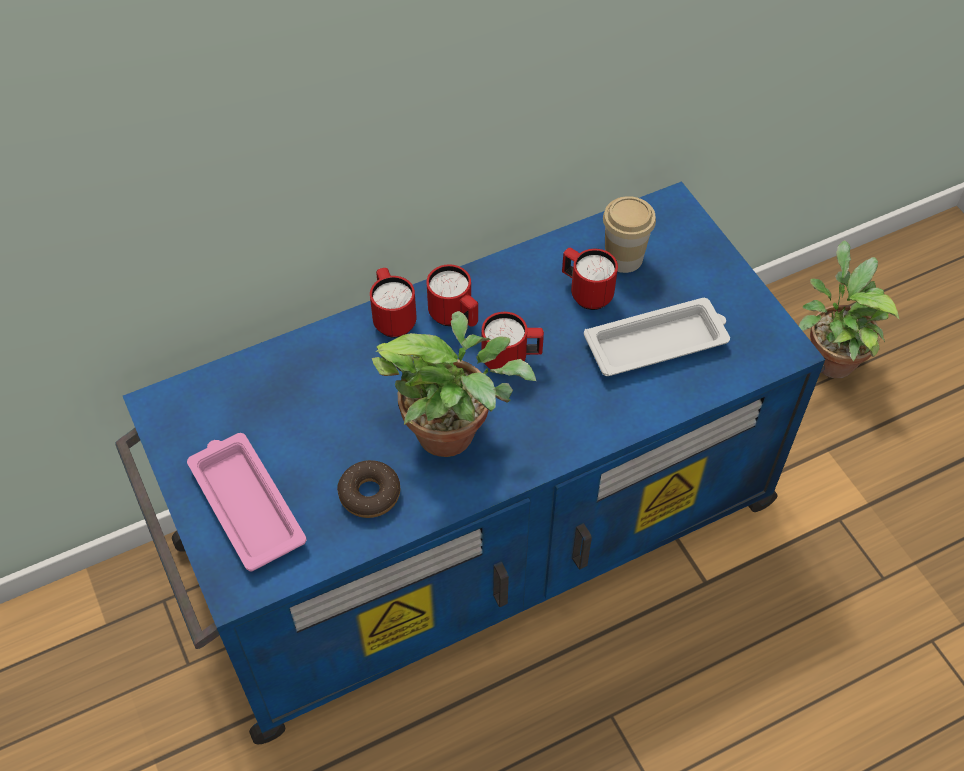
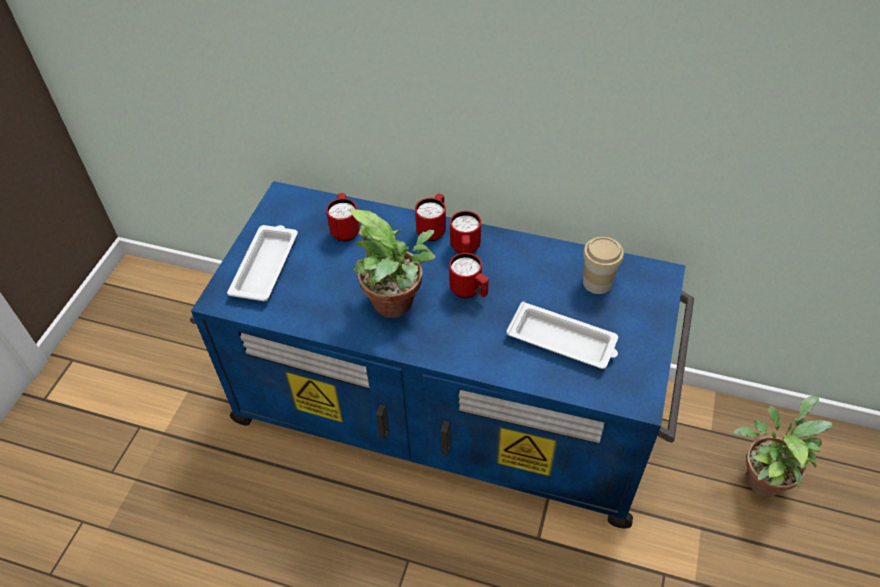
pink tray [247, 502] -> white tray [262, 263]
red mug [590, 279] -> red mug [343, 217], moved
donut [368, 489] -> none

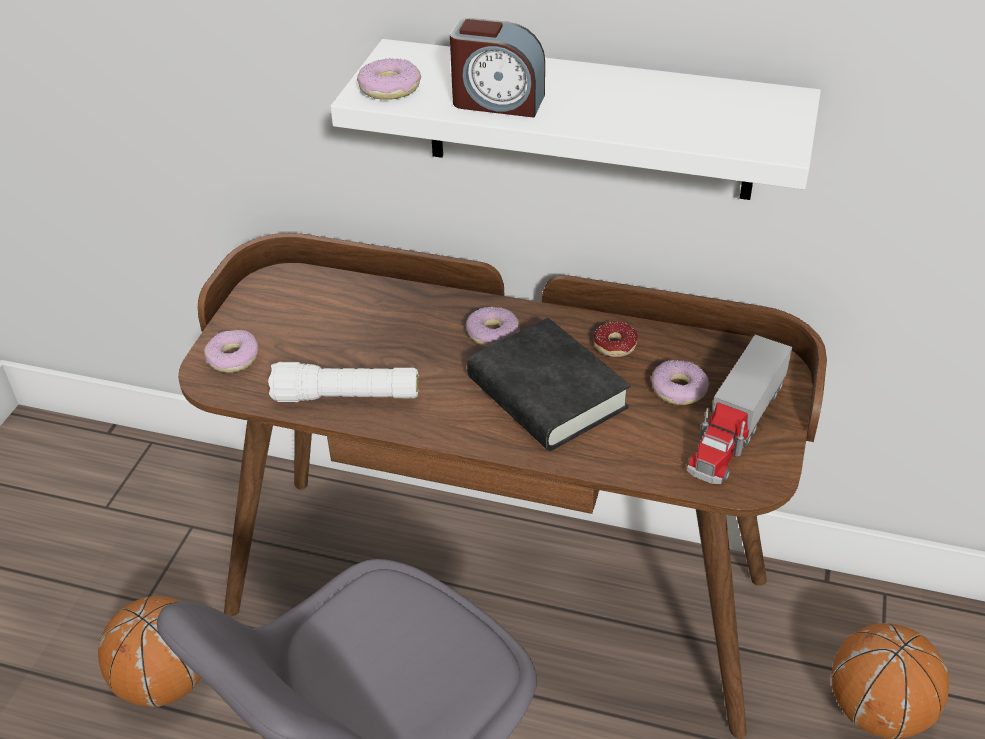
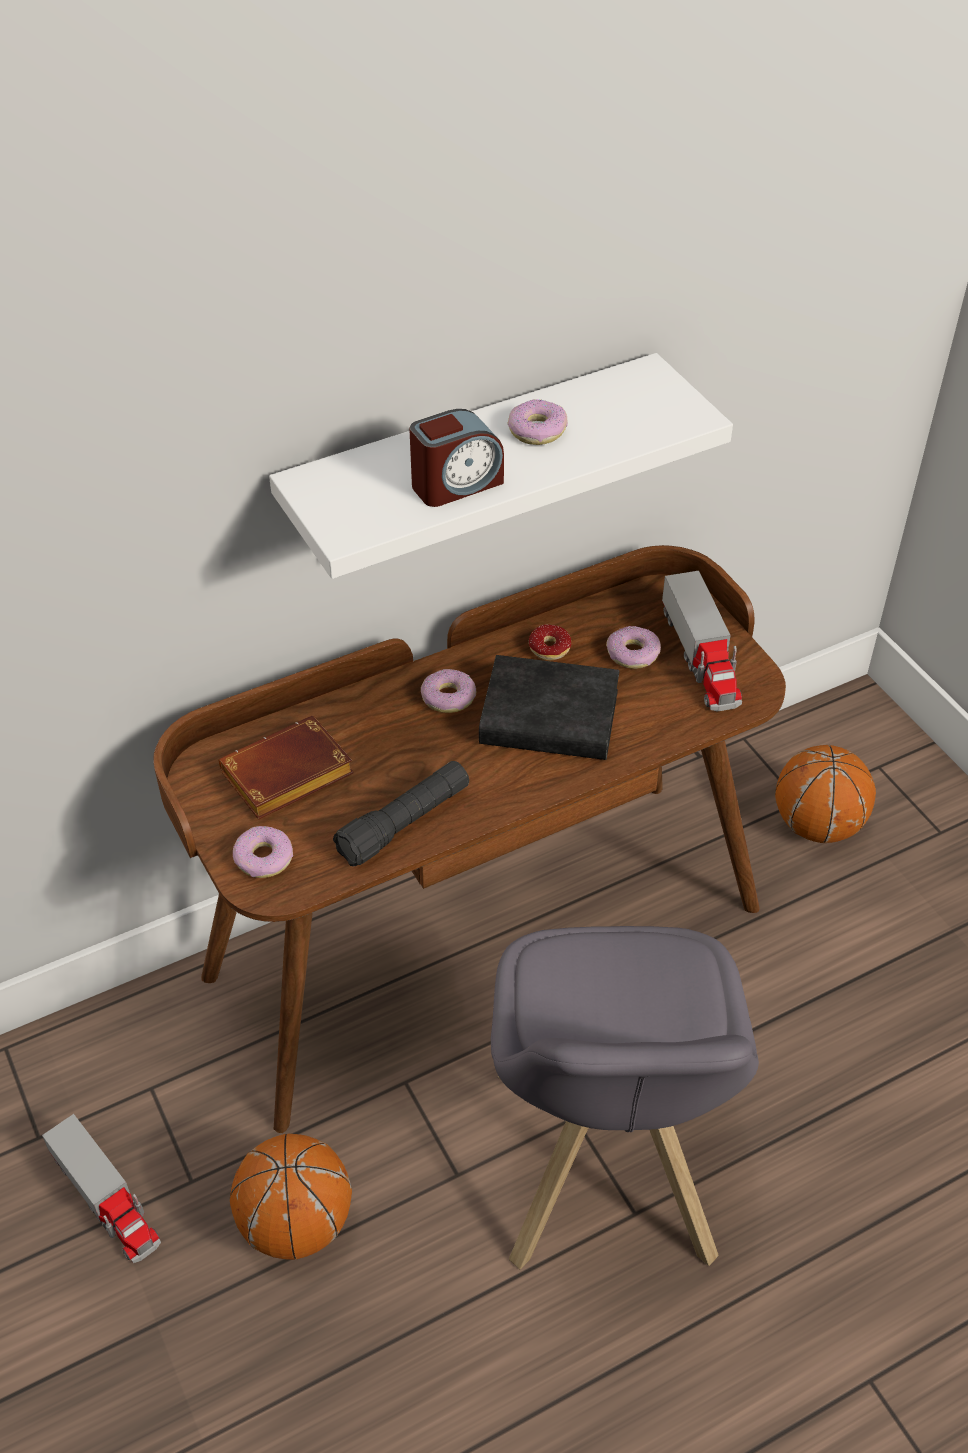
none -> toy truck [101, 1188]
none -> brown book [286, 768]
white flashlight [343, 382] -> black flashlight [401, 813]
donut [389, 79] -> donut [538, 422], moved

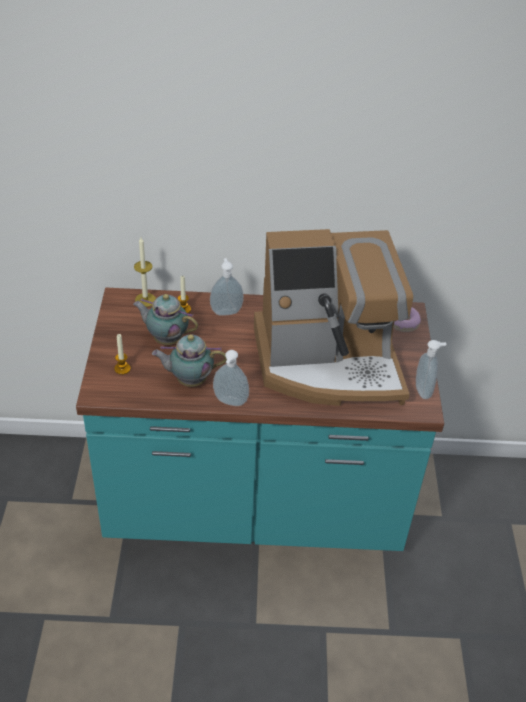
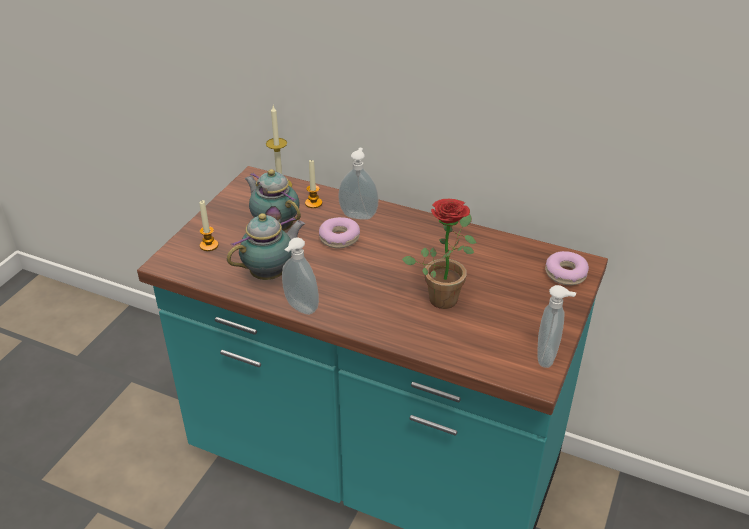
teapot [189, 361] -> teapot [266, 246], 120 degrees clockwise
none -> donut [339, 233]
coffee machine [333, 317] -> potted plant [439, 254]

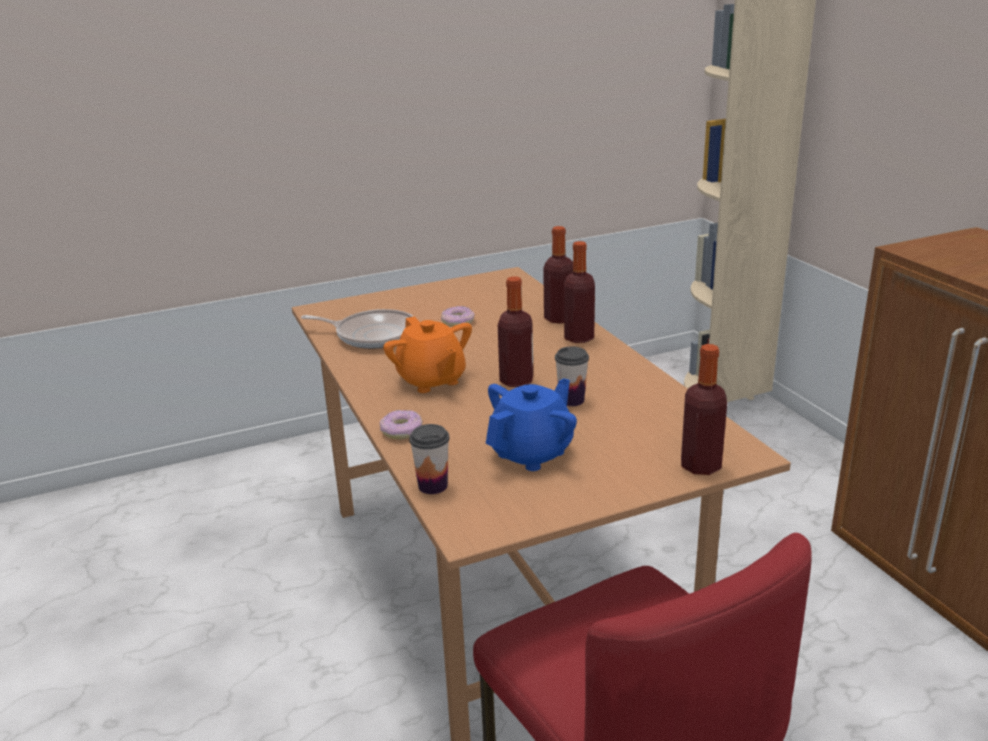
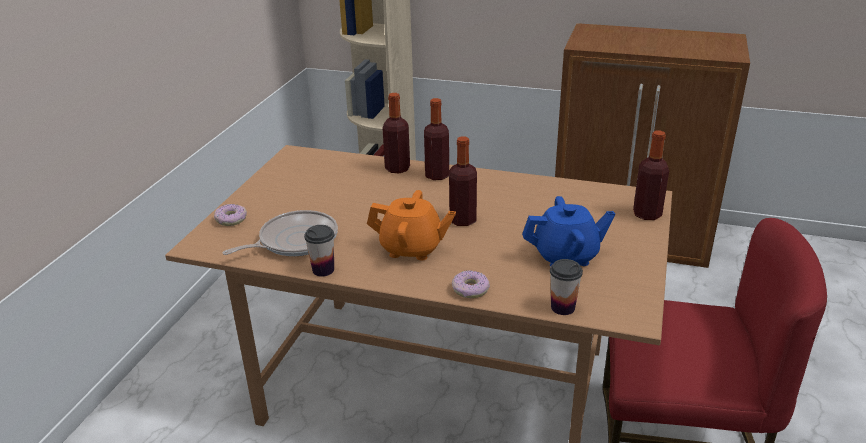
donut [458, 316] -> donut [230, 215], moved
cup [572, 376] -> cup [319, 251], moved
blue teapot [531, 424] -> blue teapot [568, 231], 90 degrees clockwise

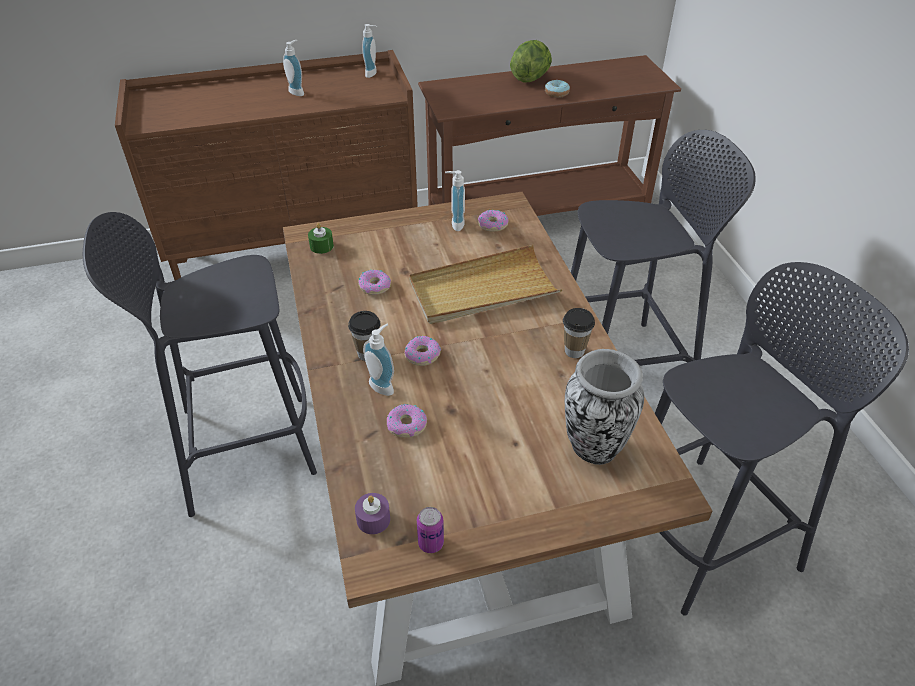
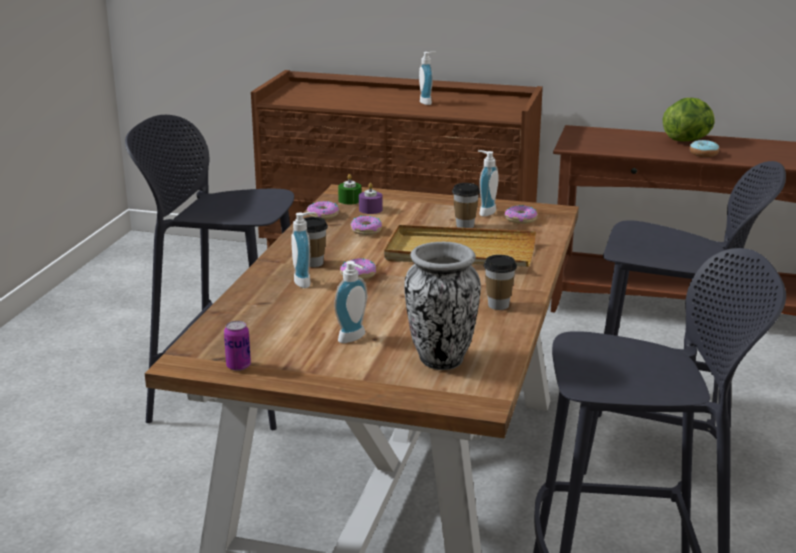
donut [407, 420] -> donut [322, 210], moved
soap dispenser [369, 51] -> soap dispenser [350, 302], moved
purple candle [372, 513] -> purple candle [371, 198], moved
none -> cup [466, 205]

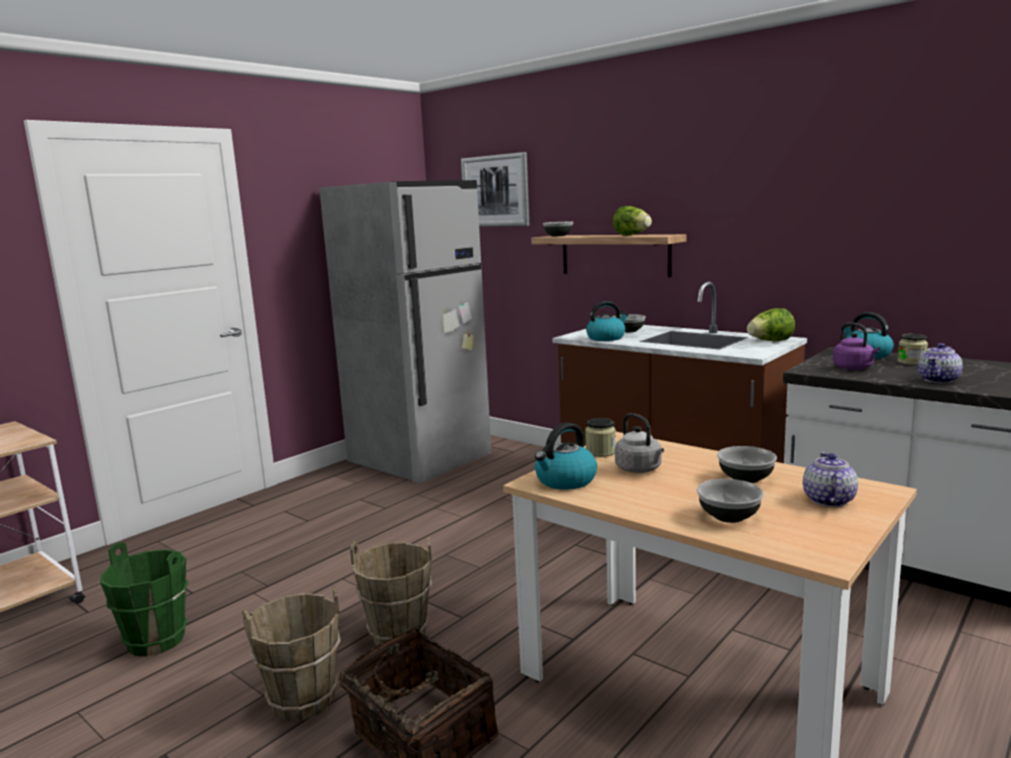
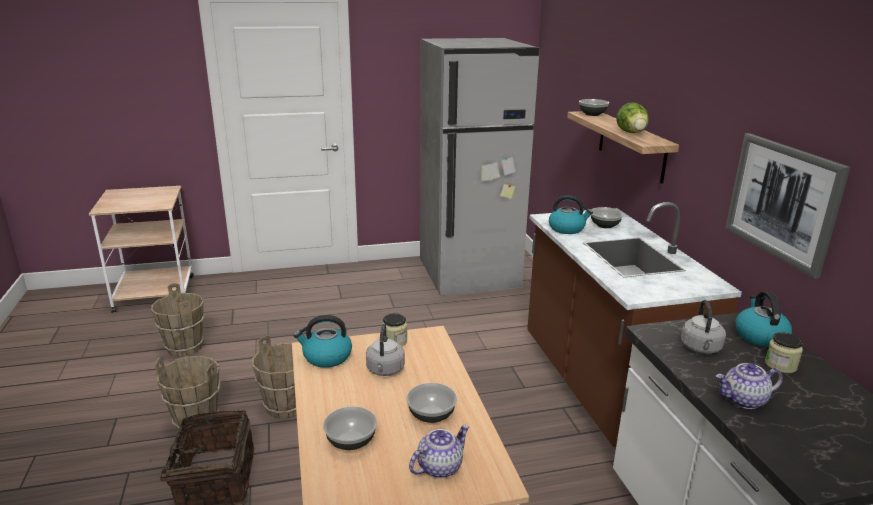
green bucket [144, 599] -> brown bucket [178, 320]
purple kettle [856, 346] -> grey kettle [703, 327]
picture [495, 189] -> picture [787, 206], moved
lettuce [771, 324] -> none

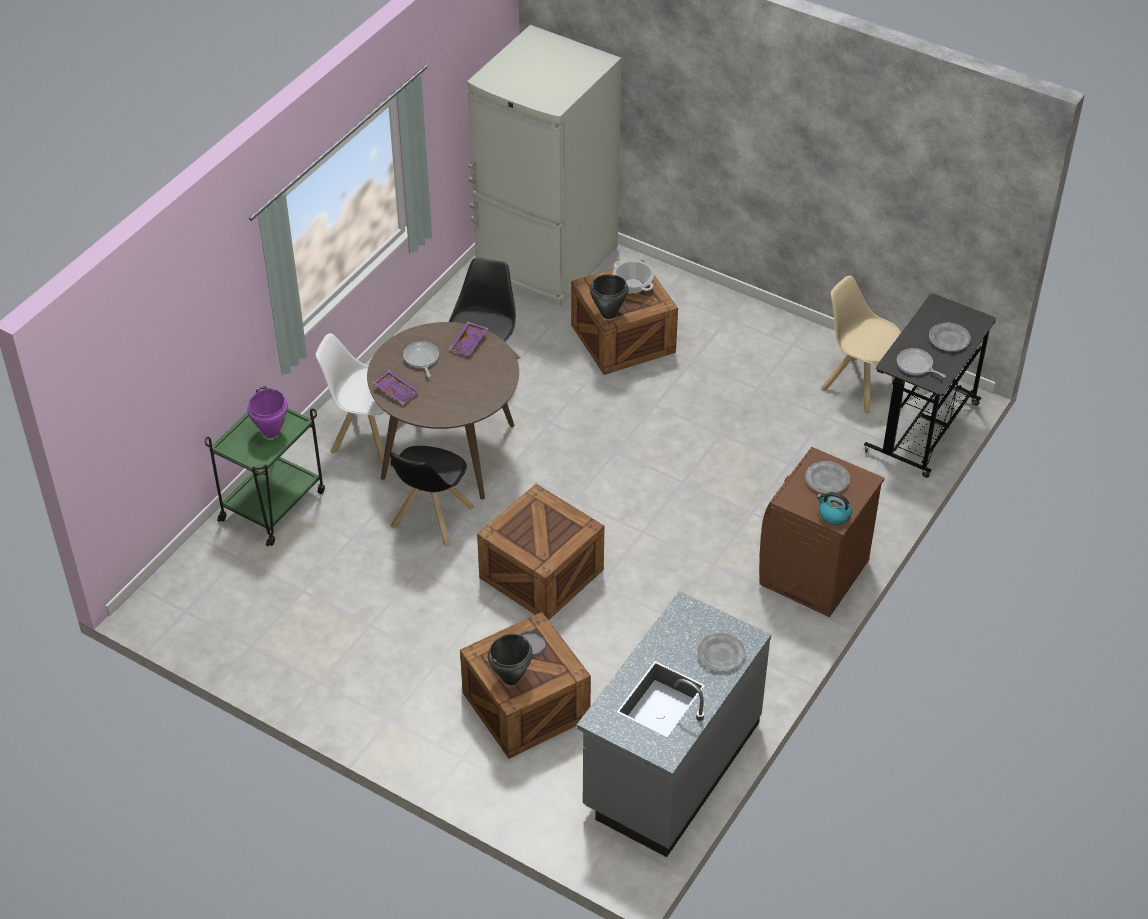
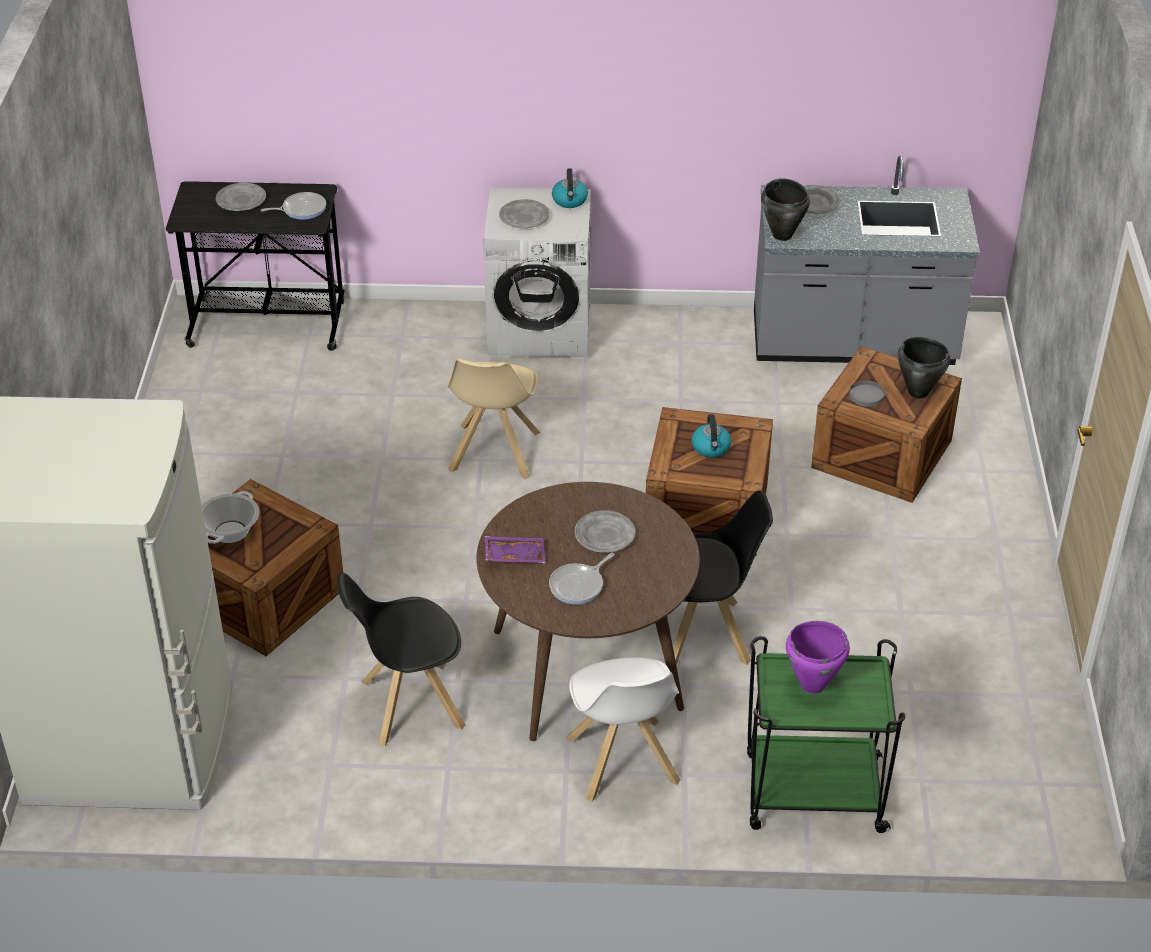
frying pan [921, 362] -> frying pan [293, 206], 120 degrees counterclockwise
beige chair [861, 344] -> beige chair [494, 418], moved
brown washing machine [821, 532] -> white washing machine [537, 272]
none -> grey plate [605, 531]
none -> kettle [711, 436]
black cooking pot [609, 296] -> black cooking pot [785, 209], moved
purple tray [396, 387] -> none

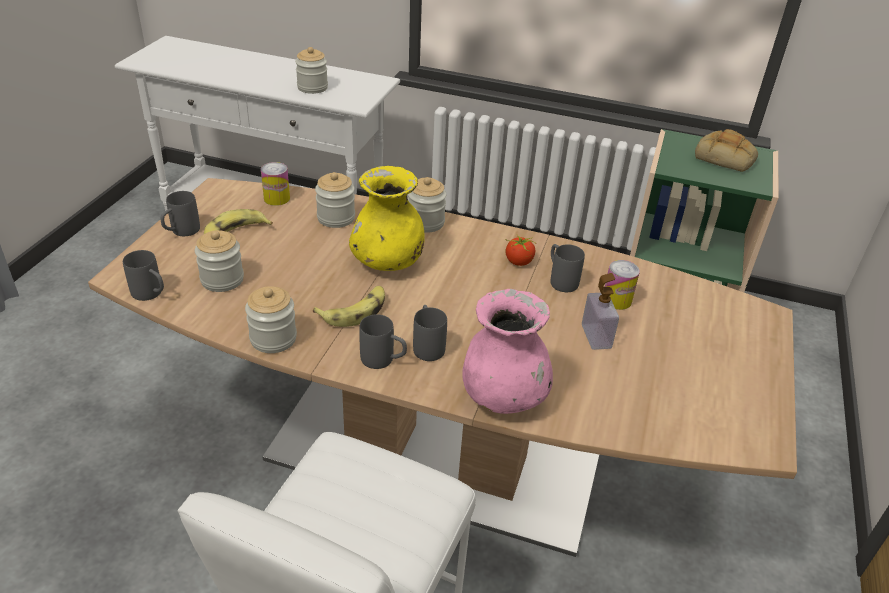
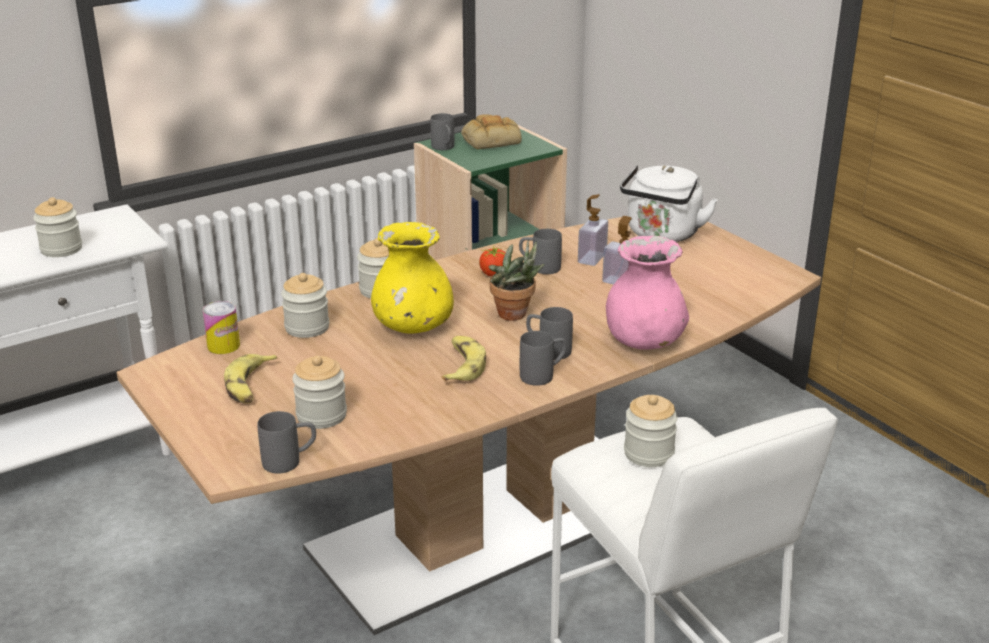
grey mug [180, 213] -> grey mug [442, 131], moved
none -> potted plant [517, 281]
can [622, 285] -> soap dispenser [593, 230]
none -> white kettle [669, 203]
jar [271, 319] -> jar [651, 431], moved

